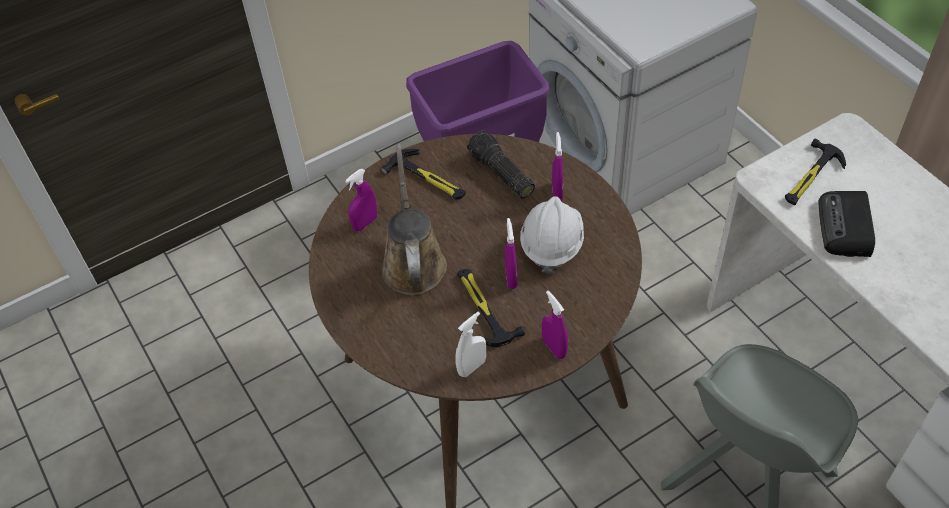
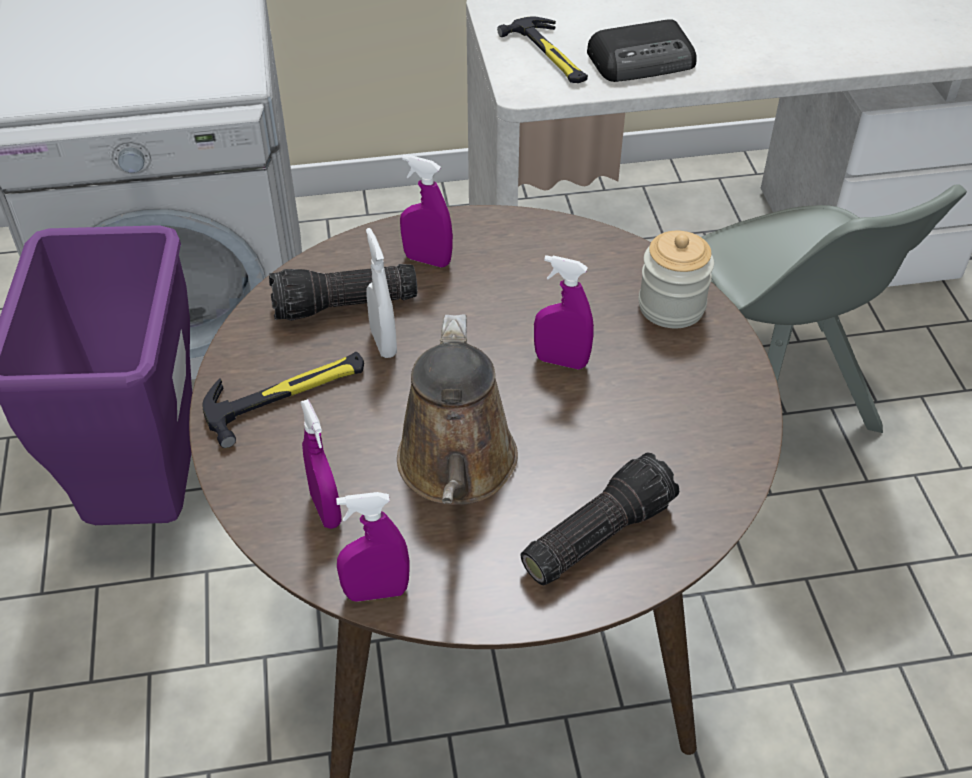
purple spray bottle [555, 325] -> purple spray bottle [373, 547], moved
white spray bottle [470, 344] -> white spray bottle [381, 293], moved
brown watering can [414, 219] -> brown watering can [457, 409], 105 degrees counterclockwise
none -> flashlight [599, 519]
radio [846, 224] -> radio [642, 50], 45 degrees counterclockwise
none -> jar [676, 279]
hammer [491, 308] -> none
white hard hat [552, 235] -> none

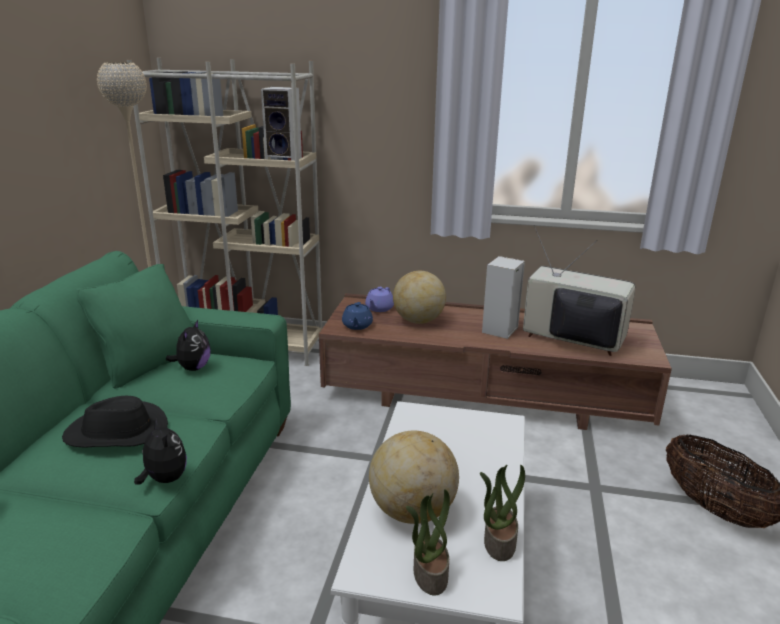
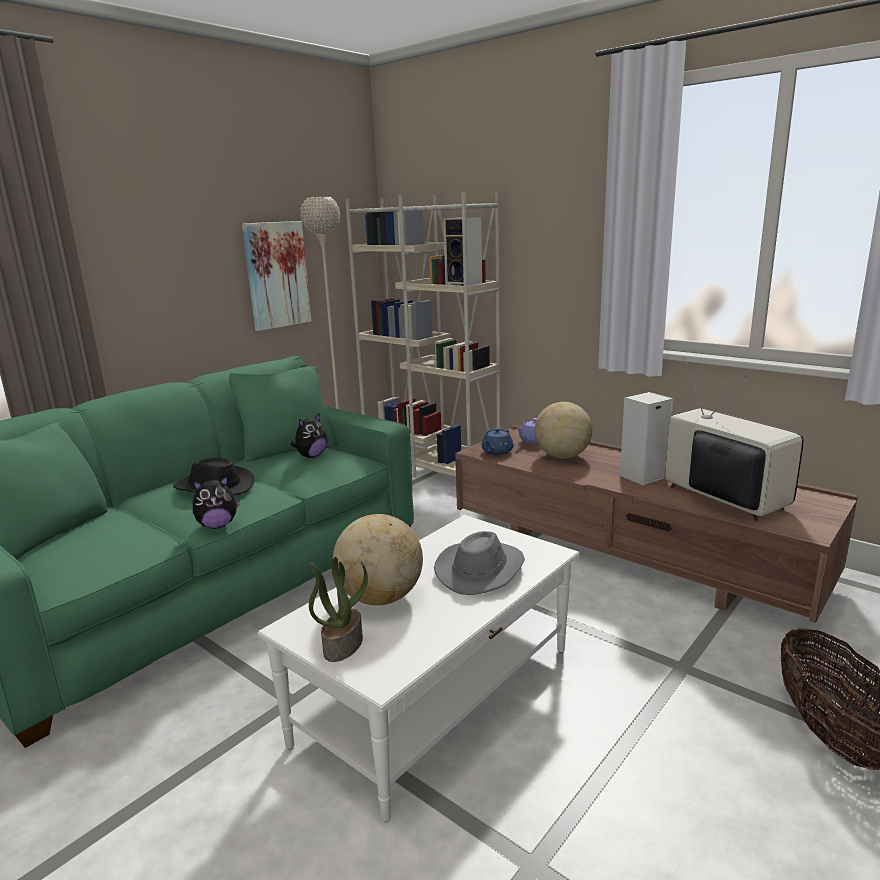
plush toy [160, 451] -> plush toy [216, 502], 75 degrees clockwise
none -> picture [276, 276]
none -> grey hat [479, 563]
potted plant [502, 513] -> none

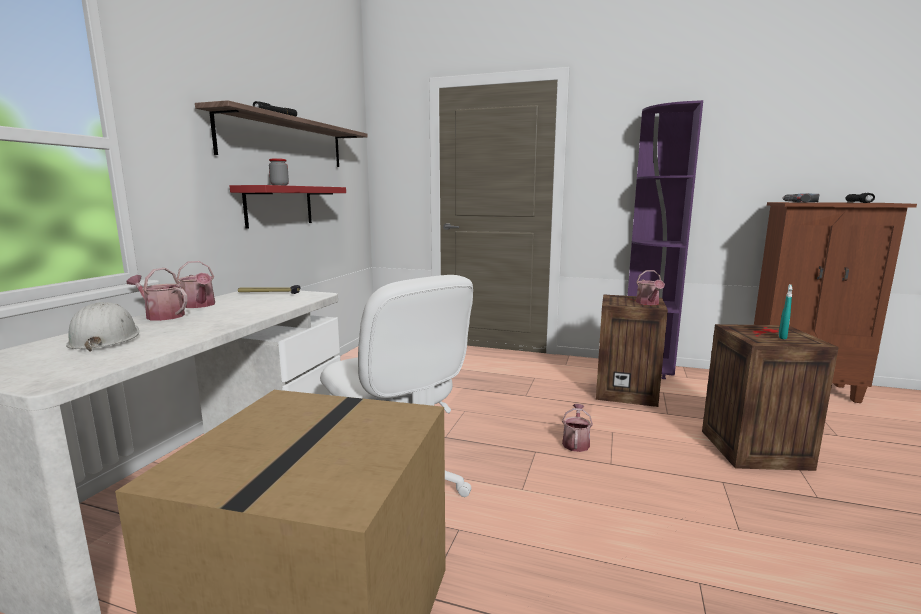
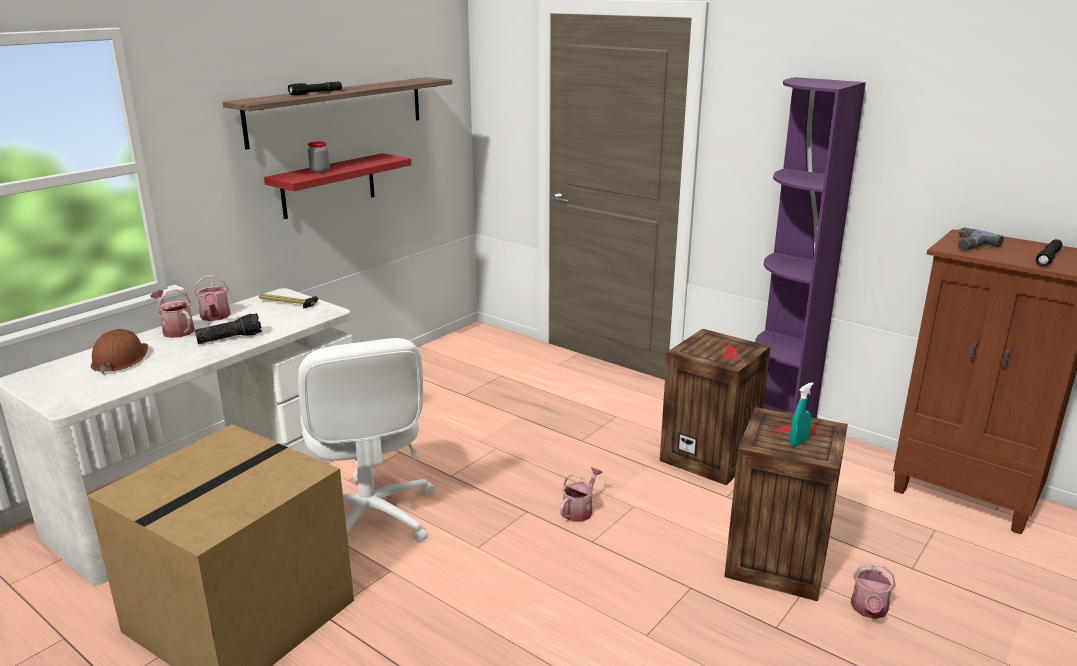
white hard hat [102, 327] -> brown hard hat [119, 351]
none -> flashlight [228, 328]
watering can [650, 287] -> watering can [873, 590], moved

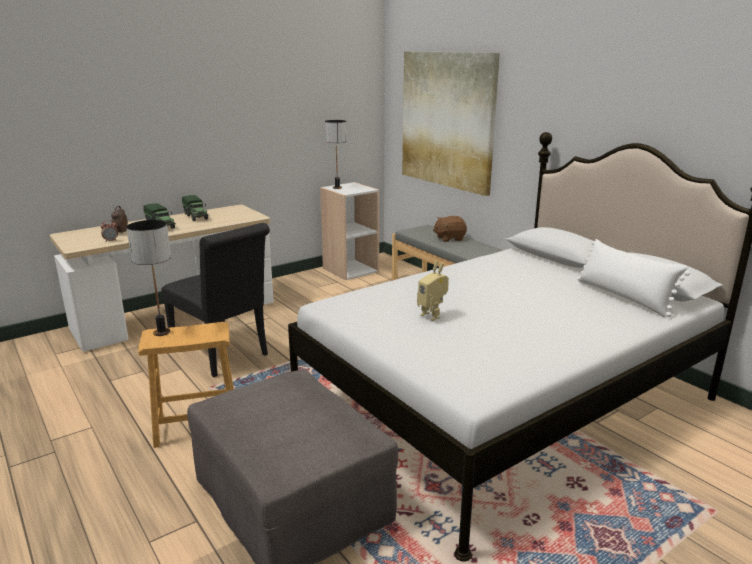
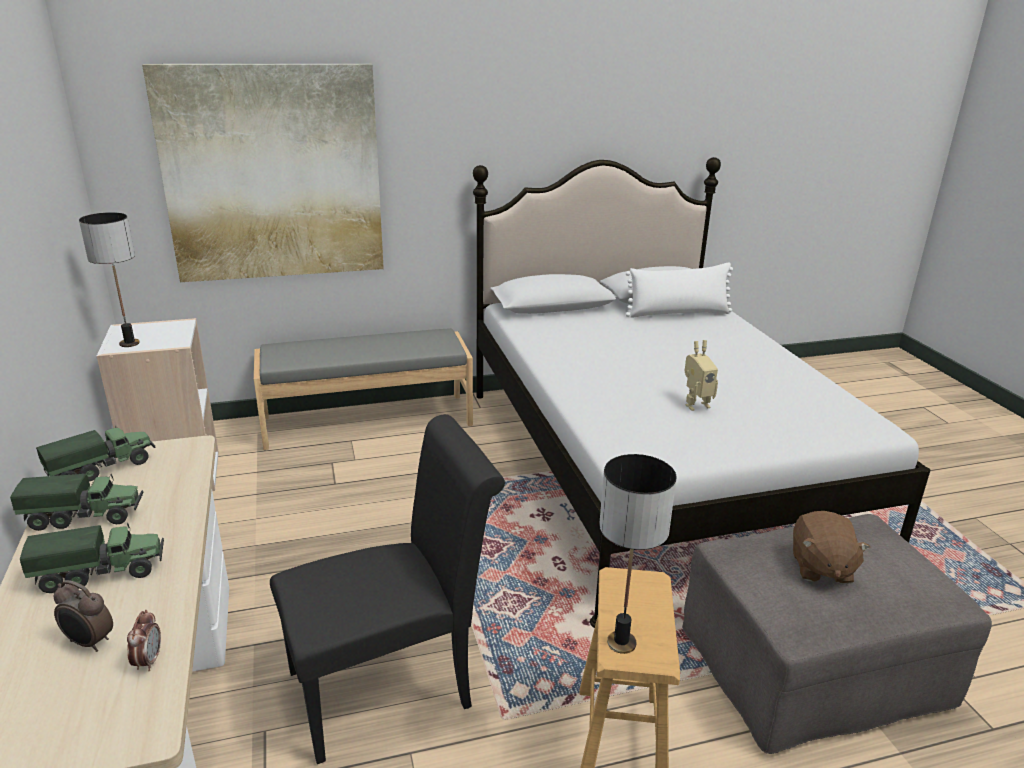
none -> toy truck [96, 453]
brown plush toy [450, 229] -> brown plush toy [832, 547], moved

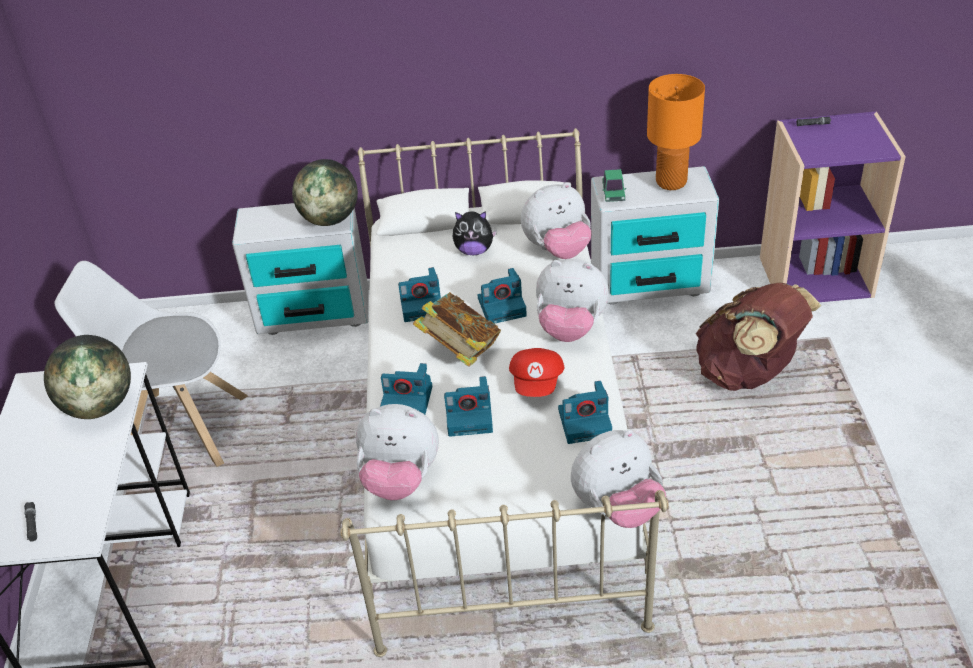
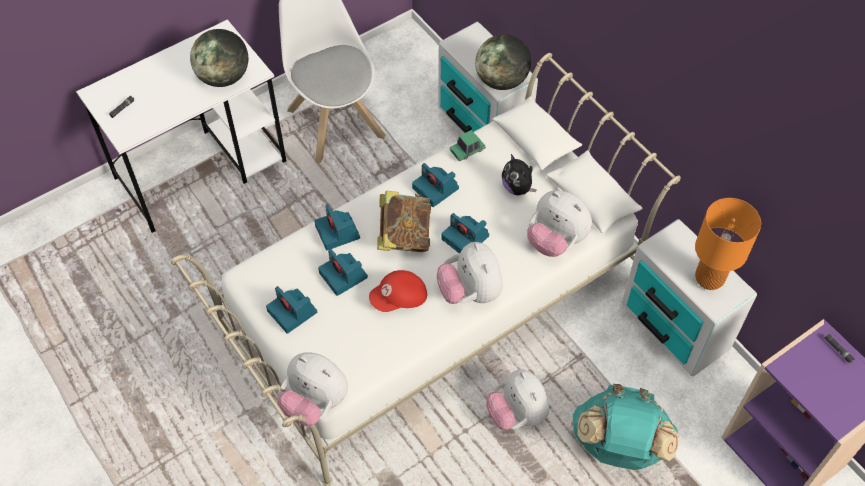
photo camera [585, 412] -> photo camera [291, 310], moved
toy car [614, 185] -> toy car [468, 146], moved
plush toy [397, 452] -> plush toy [517, 399], moved
brown backpack [758, 337] -> turquoise backpack [625, 427]

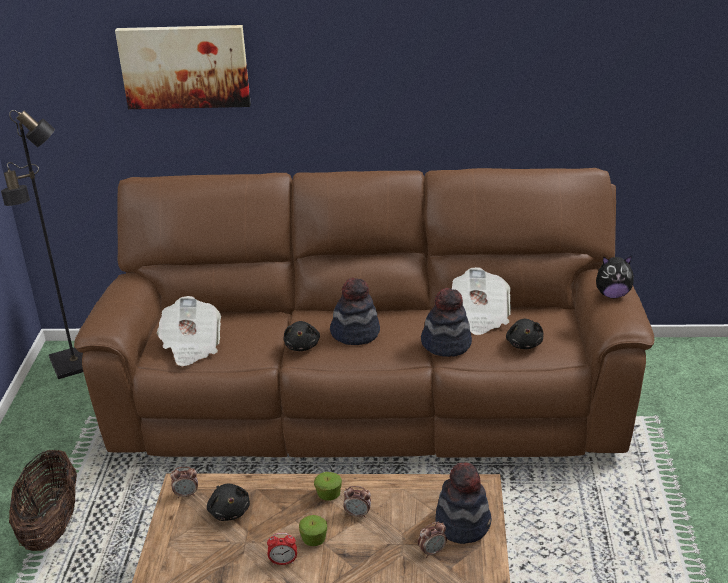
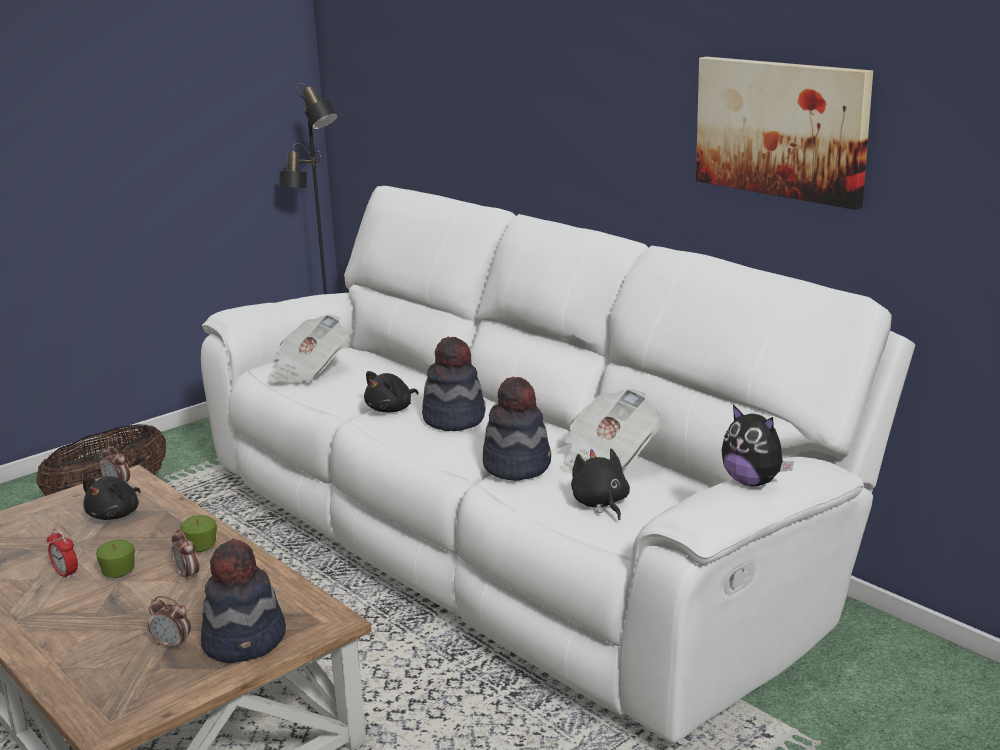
brown sofa [364, 313] -> white sofa [558, 464]
black plush toy [525, 334] -> black plush toy [600, 484], 120 degrees clockwise
picture [183, 67] -> picture [784, 133], moved

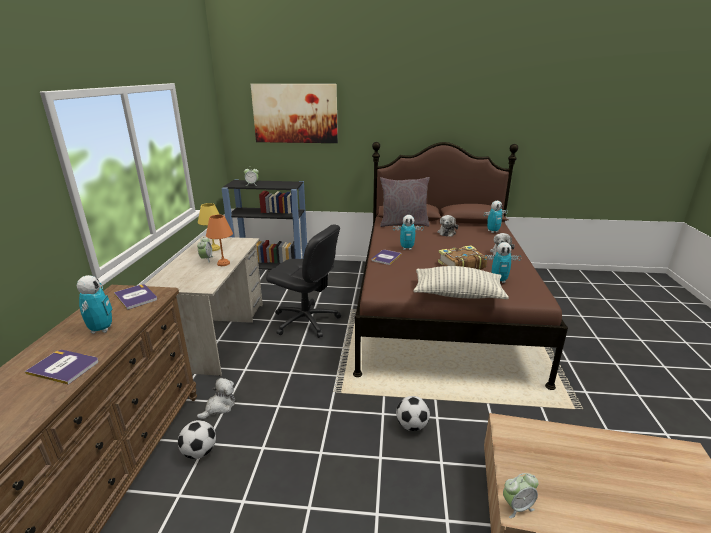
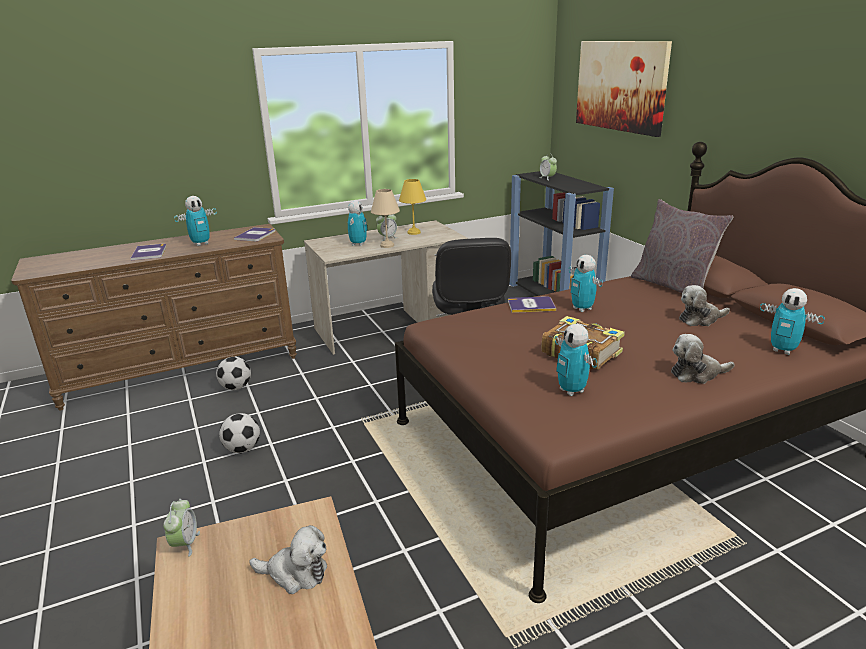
alarm clock [521, 495] -> alarm clock [181, 528], 135 degrees counterclockwise
football [413, 413] -> football [239, 433], moved
plush toy [216, 399] -> plush toy [288, 559], moved
none -> toy robot [358, 223]
orange table lamp [219, 240] -> beige table lamp [385, 218]
pillow [461, 282] -> none

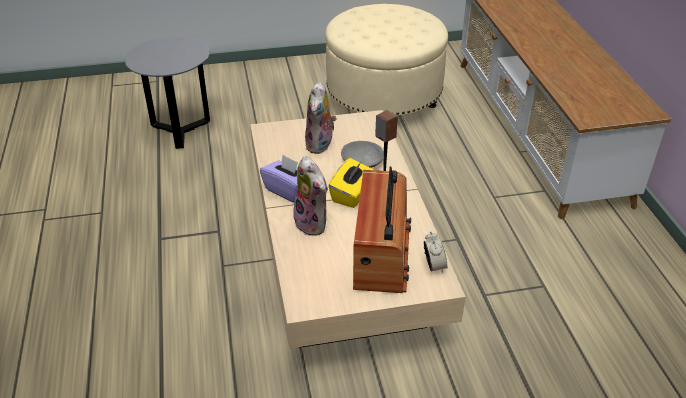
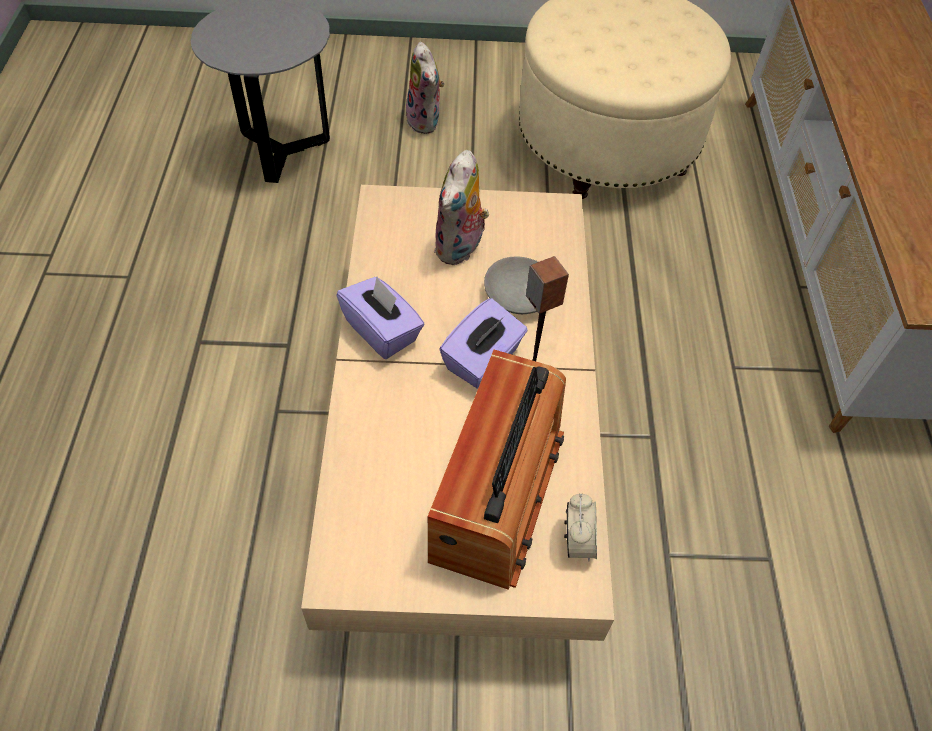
plush toy [310, 196] -> plush toy [425, 88], moved
yellow tissue box [351, 183] -> purple tissue box [483, 343]

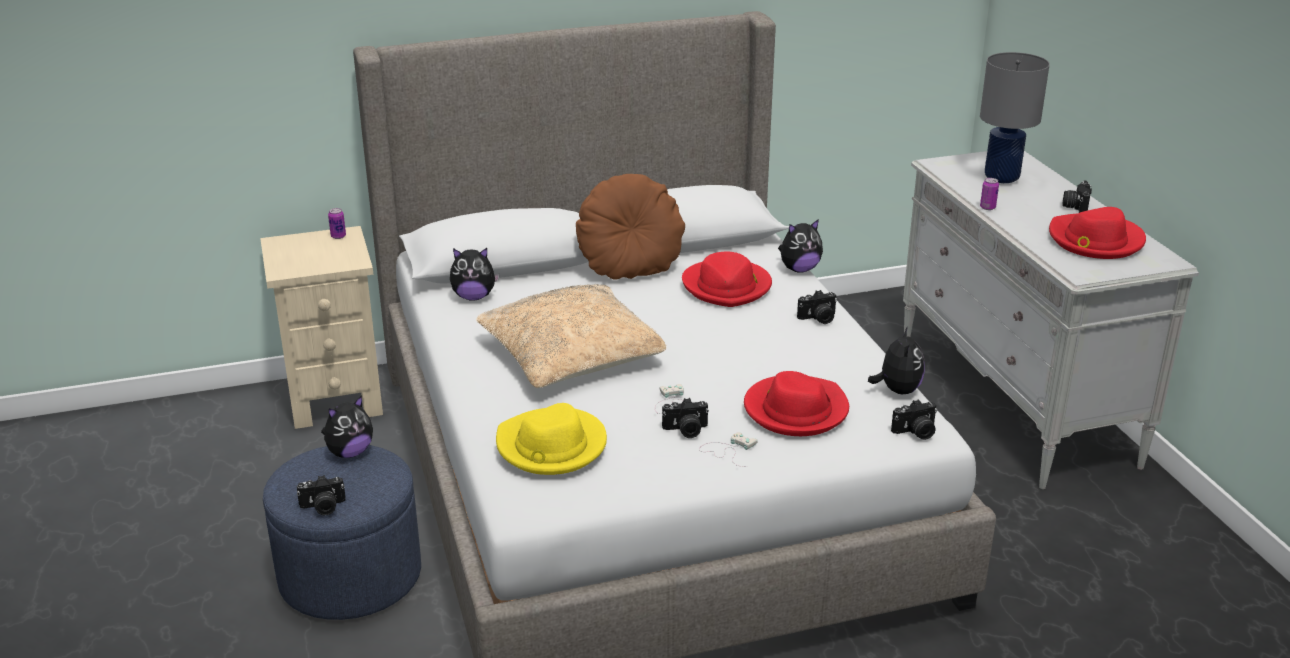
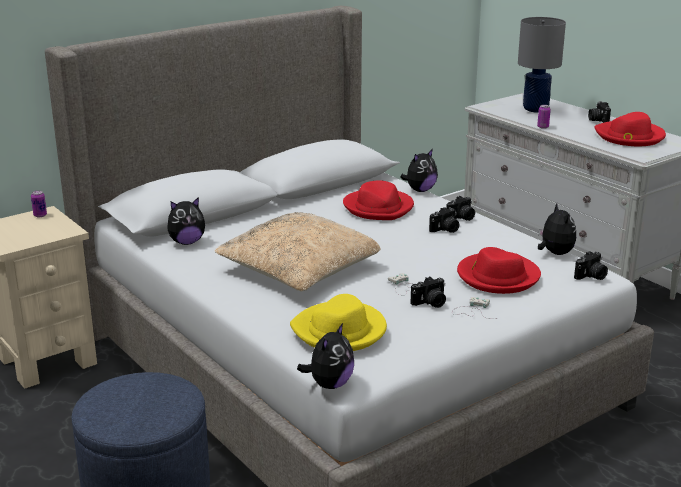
plush toy [347, 426] -> plush toy [325, 356], moved
photo camera [321, 495] -> photo camera [444, 220], moved
brown pillow [630, 227] -> none

